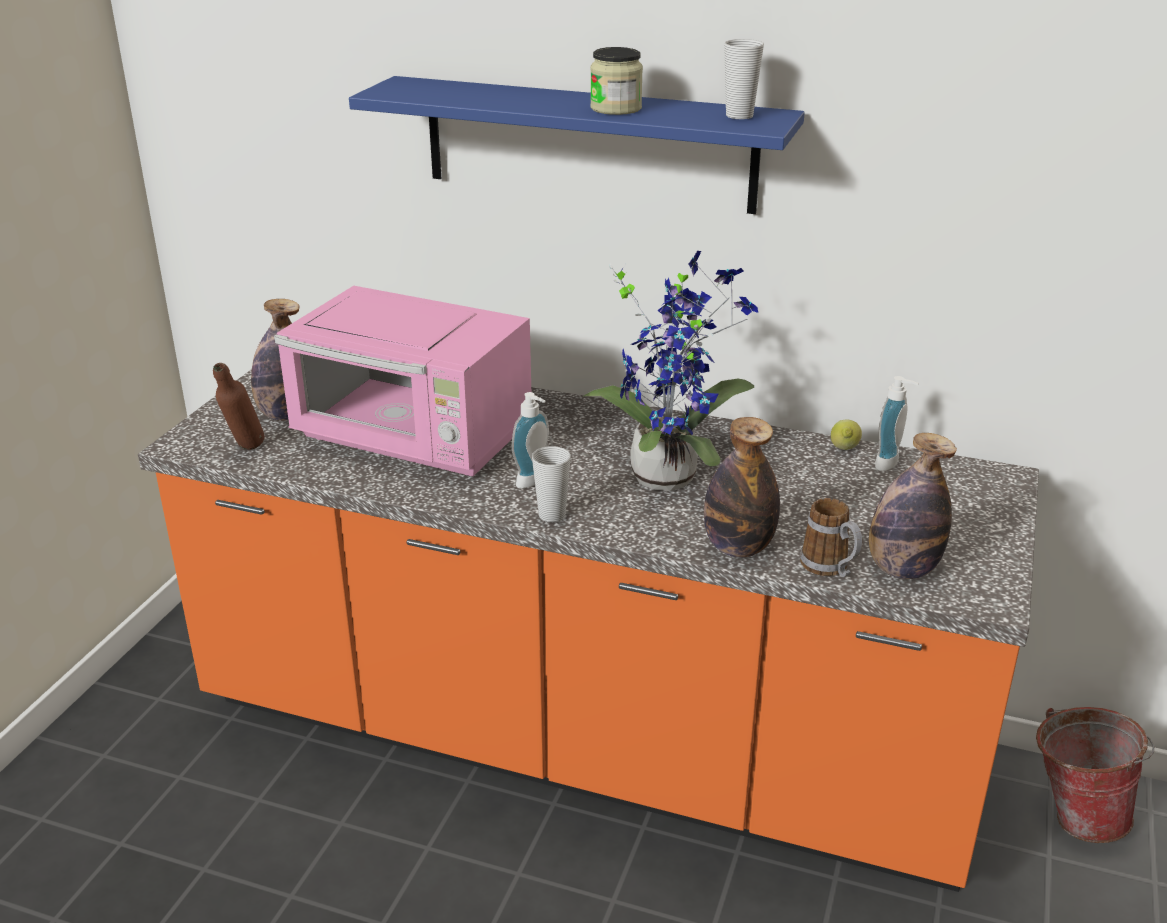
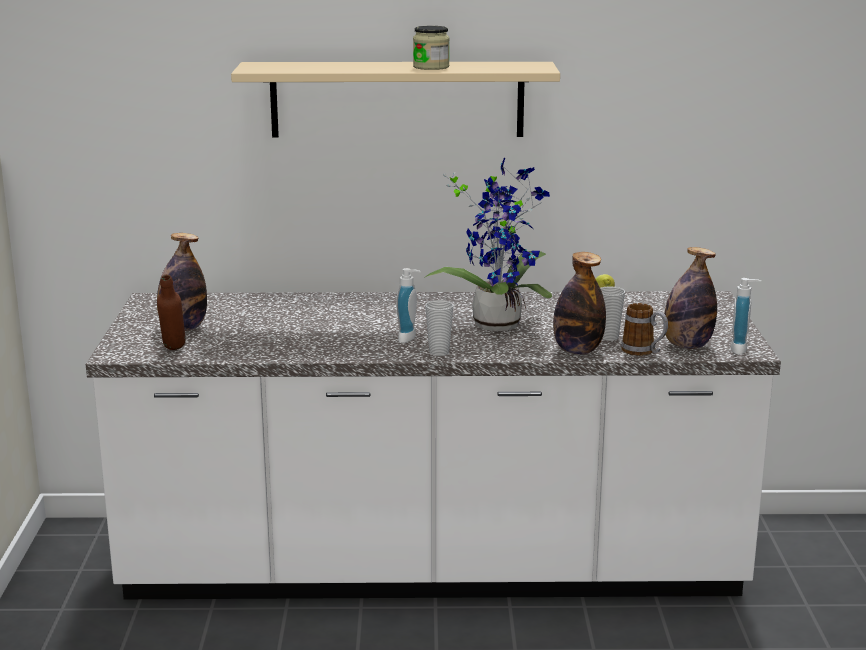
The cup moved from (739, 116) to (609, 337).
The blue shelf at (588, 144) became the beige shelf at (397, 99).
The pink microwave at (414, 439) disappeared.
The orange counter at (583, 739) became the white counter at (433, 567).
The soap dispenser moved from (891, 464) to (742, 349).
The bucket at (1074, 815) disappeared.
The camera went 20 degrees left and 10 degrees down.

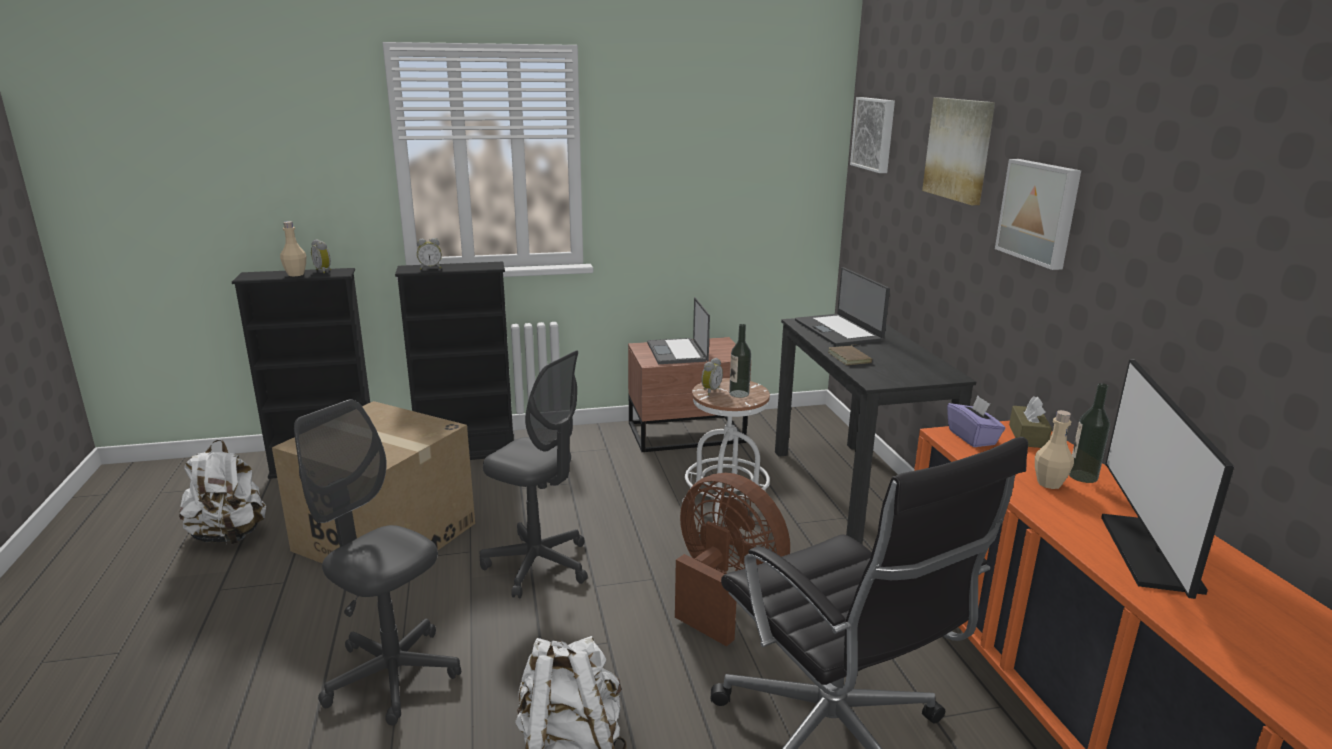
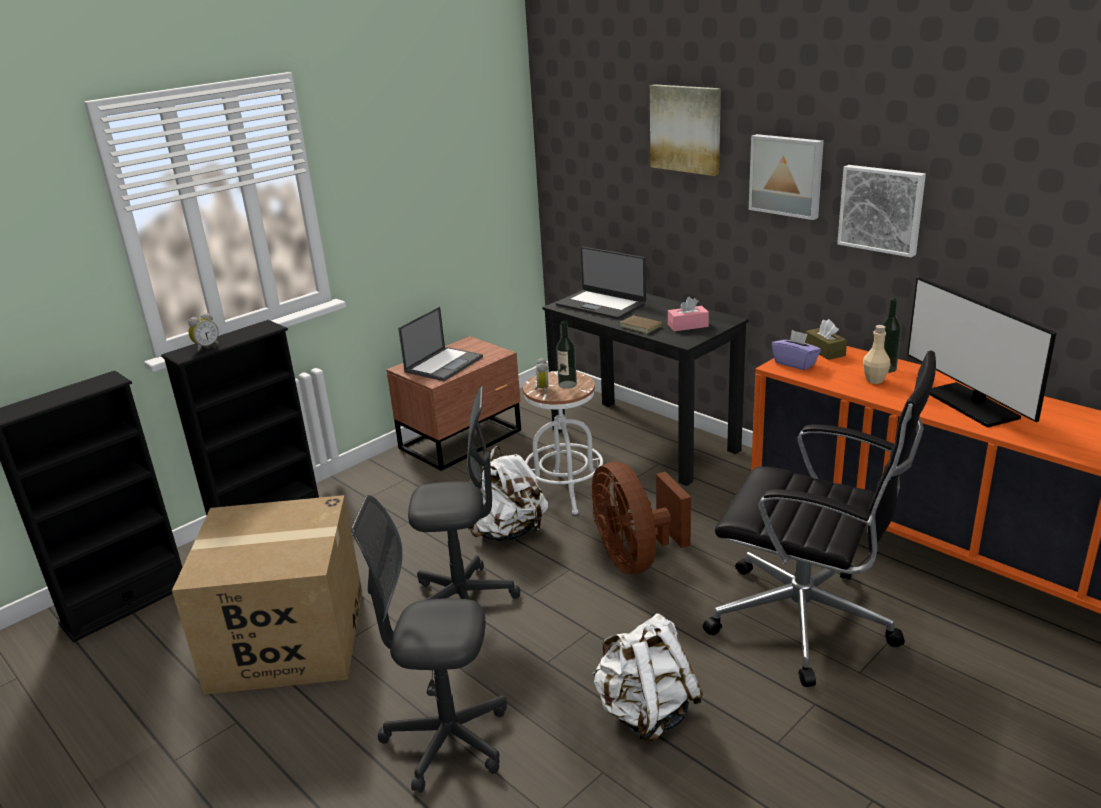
The picture moved from (875, 134) to (881, 209).
The beige bottle at (296, 274) disappeared.
The alarm clock at (324, 271) disappeared.
The laptop at (677, 352) turned 105 degrees counterclockwise.
The white backpack moved from (229, 535) to (509, 532).
The brown fan at (724, 595) turned 120 degrees counterclockwise.
The pink tissue box at (688, 325) appeared.
The camera went 30 degrees left and 5 degrees up.

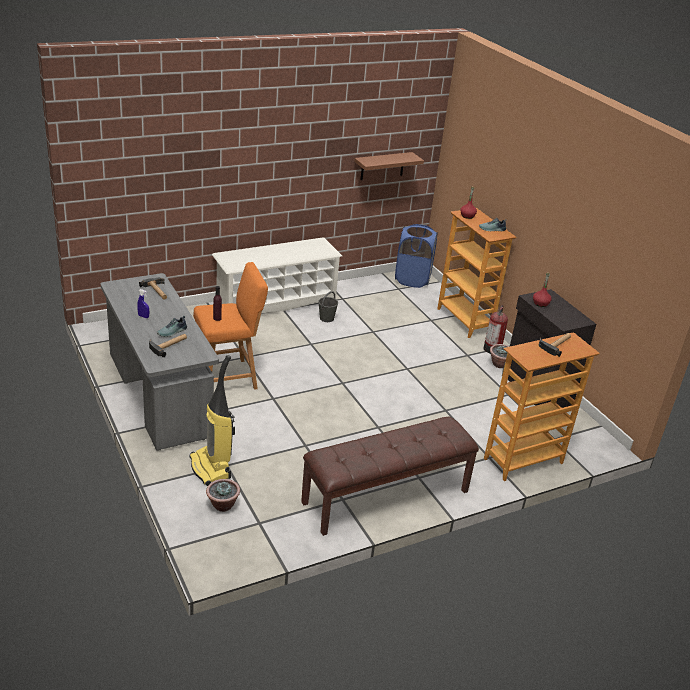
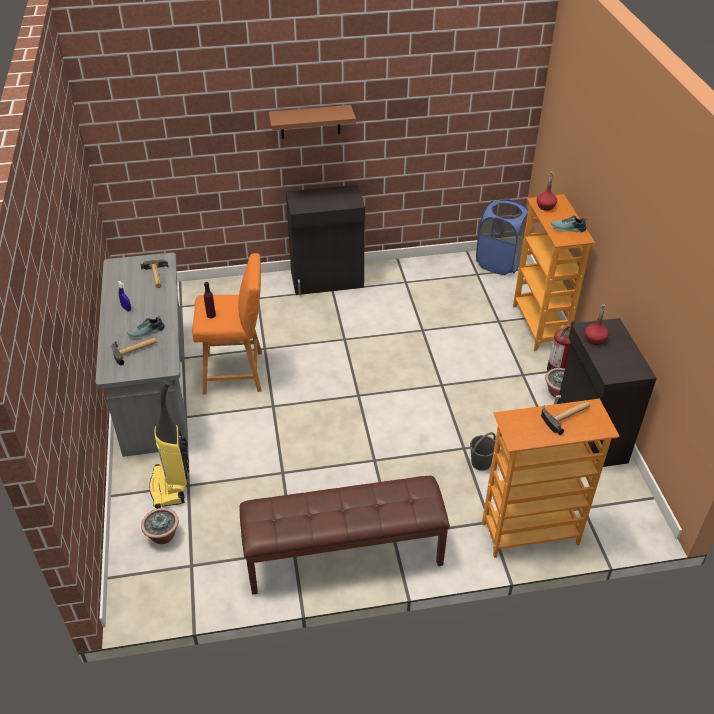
The brown shelf moved from (382, 166) to (310, 122).
The white shoe rack at (275, 302) was replaced by the black cabinet at (328, 280).
The grey bucket moved from (326, 318) to (480, 463).
The camera went 20 degrees right and 10 degrees up.

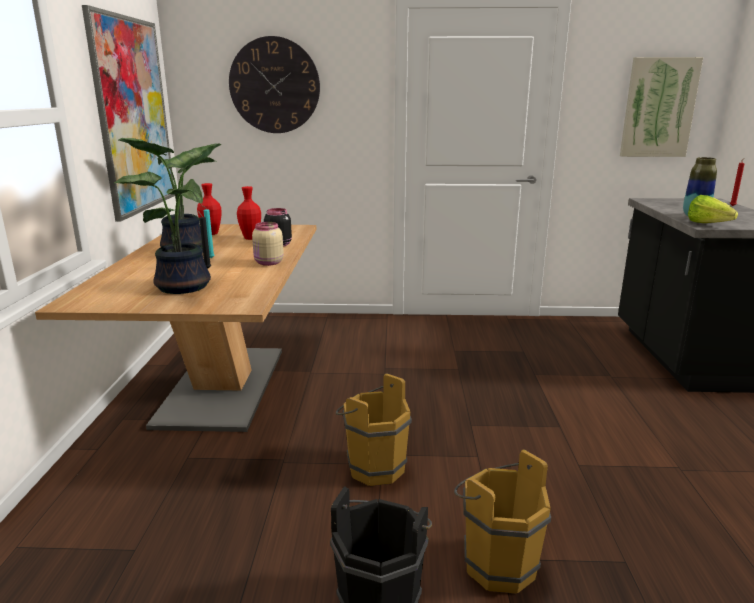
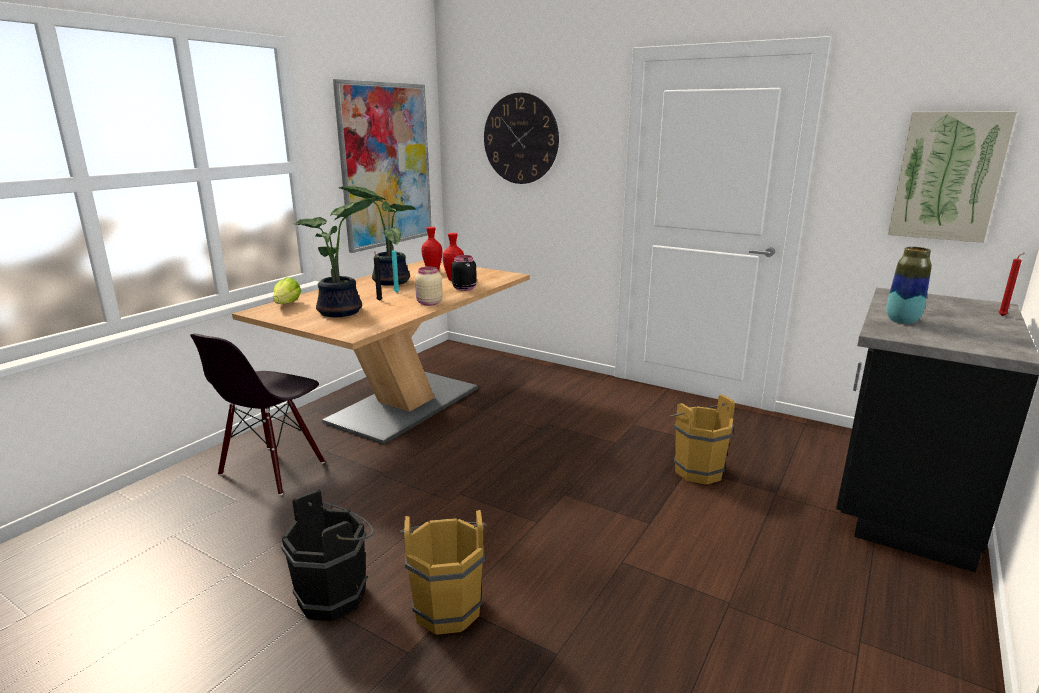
The lettuce moved from (711, 225) to (284, 306).
The brown bucket moved from (372, 466) to (696, 469).
The black chair at (272, 469) appeared.
The camera went 30 degrees right and 0 degrees up.

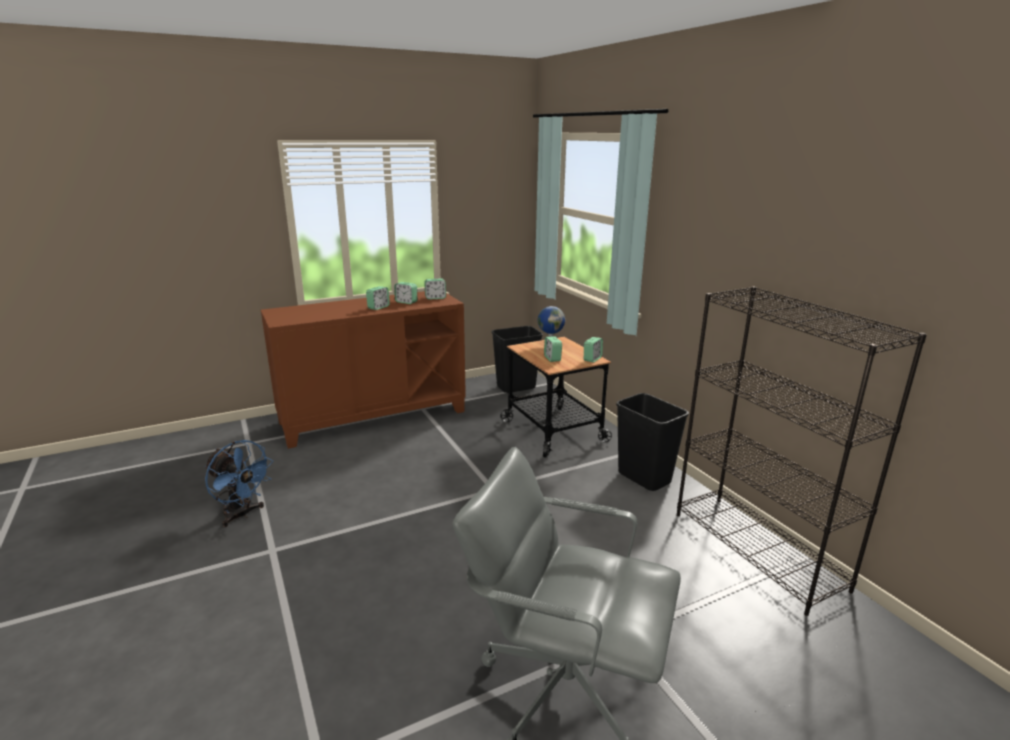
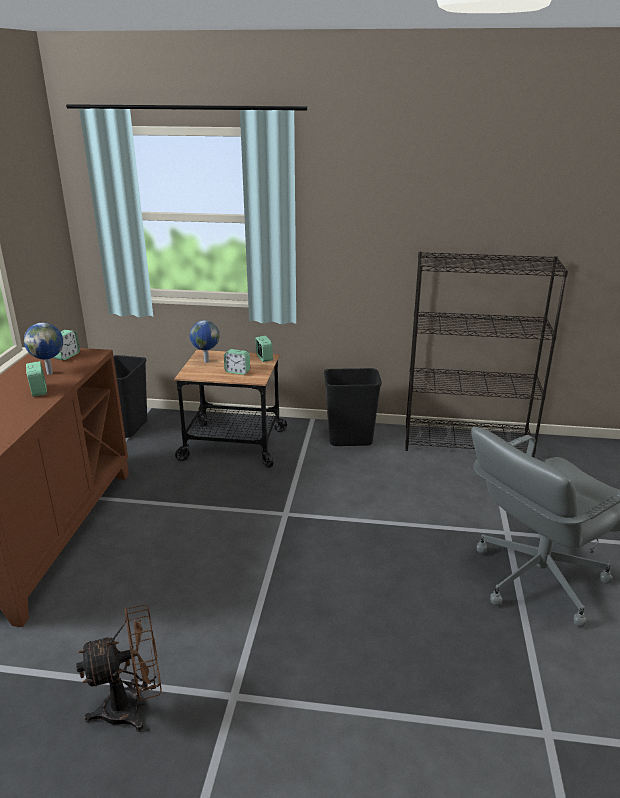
The alarm clock at (406, 302) was replaced by the globe at (50, 373).
The blue fan at (242, 515) became the brown fan at (132, 707).
The camera went 55 degrees left and 5 degrees up.

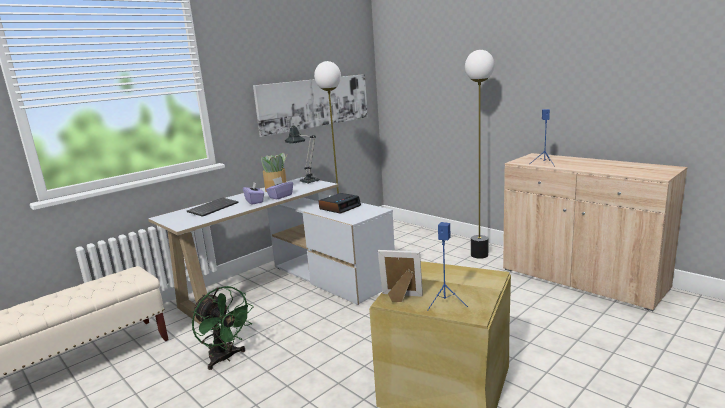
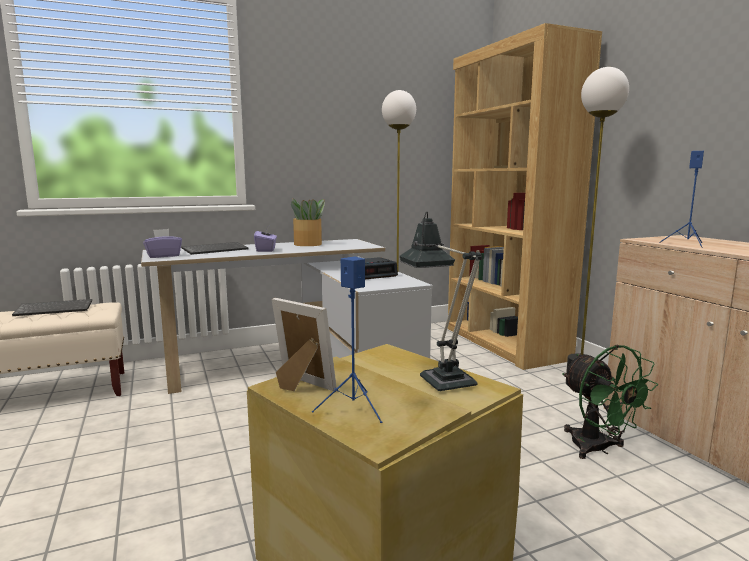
The picture at (315, 103) disappeared.
The table lamp moved from (307, 181) to (441, 377).
The purple tissue box moved from (280, 196) to (163, 256).
The green fan moved from (225, 358) to (598, 449).
The brown bookcase at (504, 343) appeared.
The keyboard at (55, 309) appeared.
The camera went 20 degrees right and 5 degrees down.

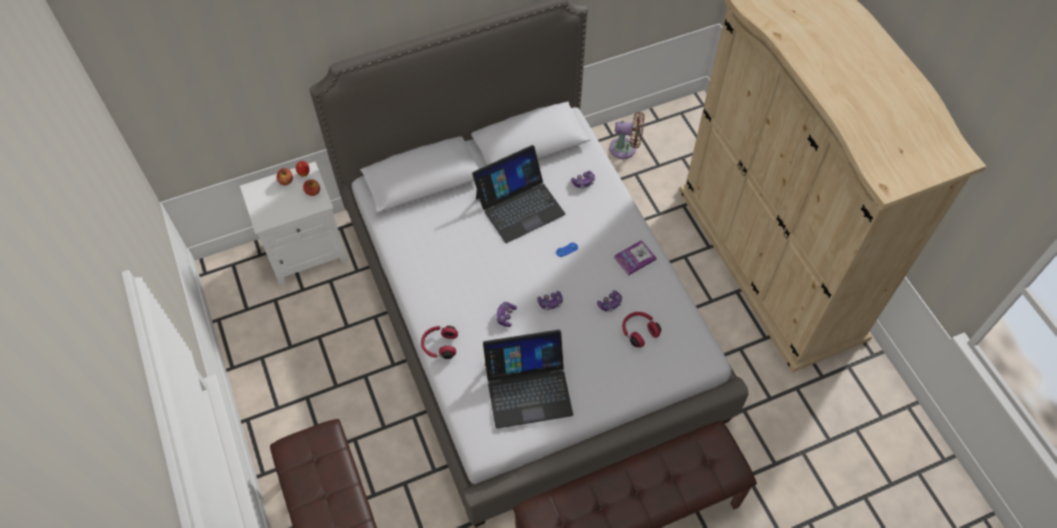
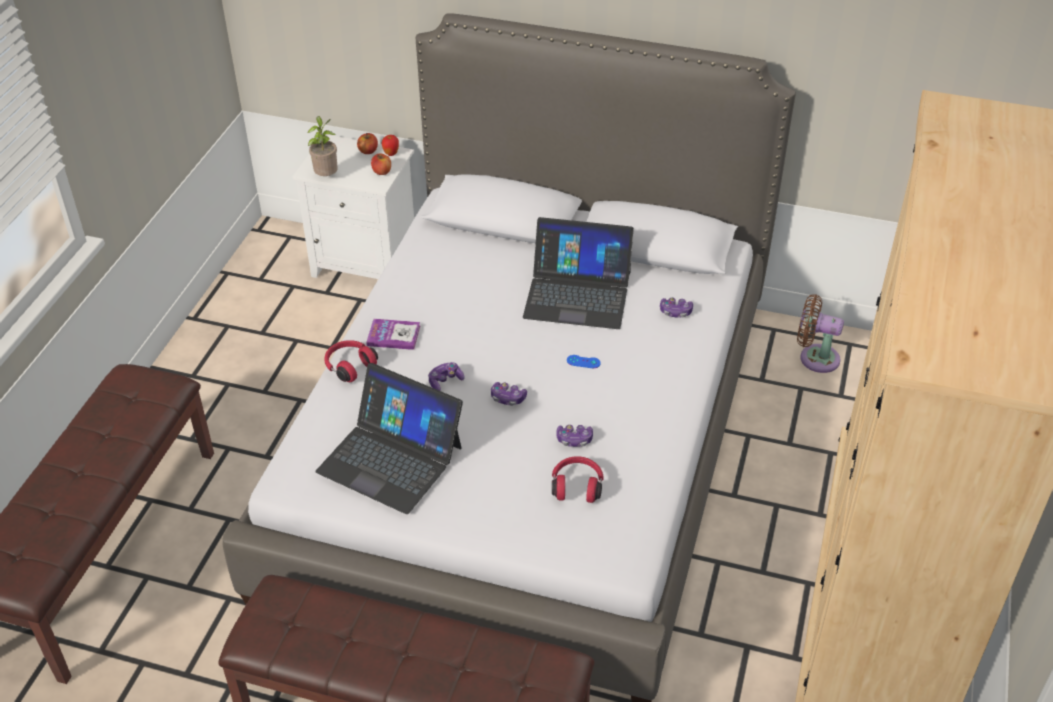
The brown fan at (625, 149) turned 150 degrees clockwise.
The book moved from (634, 258) to (393, 335).
The potted plant at (327, 176) appeared.
The camera went 40 degrees right and 15 degrees down.

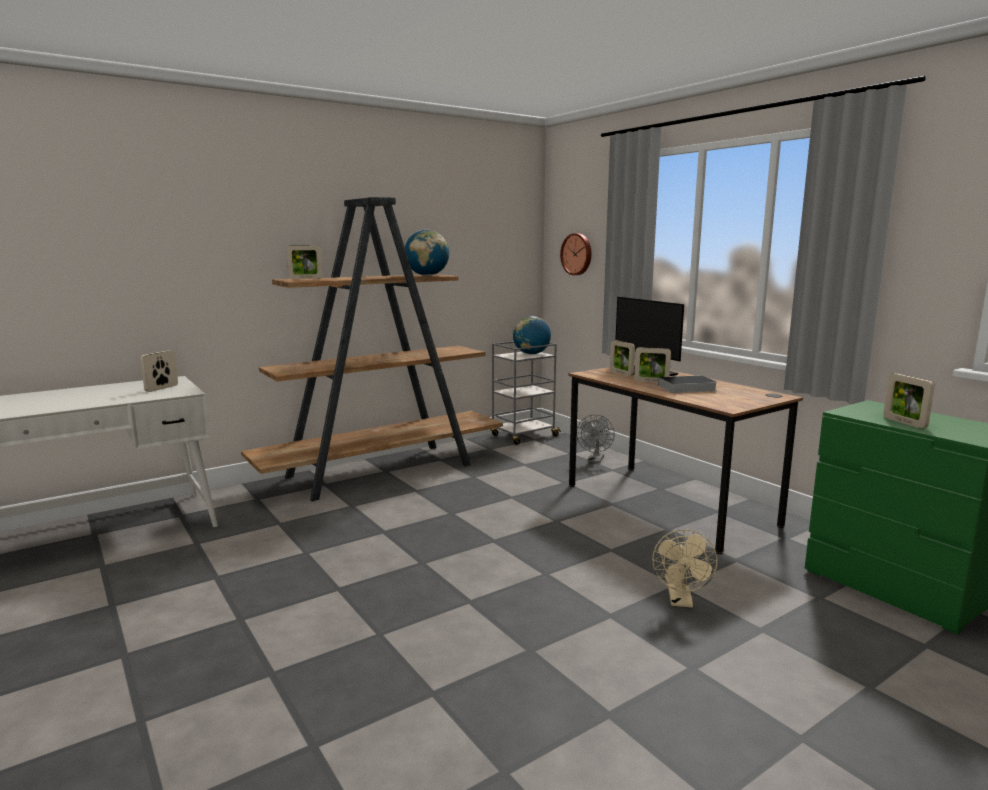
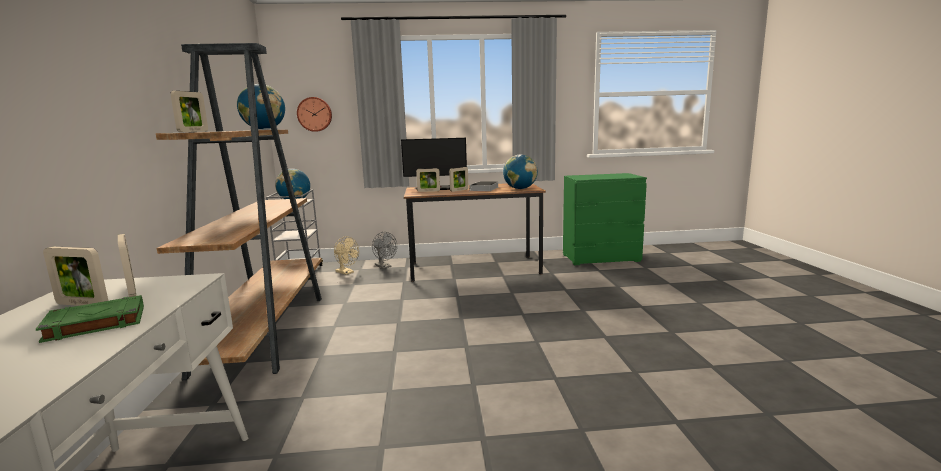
The picture frame moved from (904, 423) to (82, 304).
The beige fan moved from (681, 601) to (347, 272).
The globe at (520, 189) appeared.
The green book at (94, 324) appeared.
The camera went 60 degrees left and 0 degrees up.

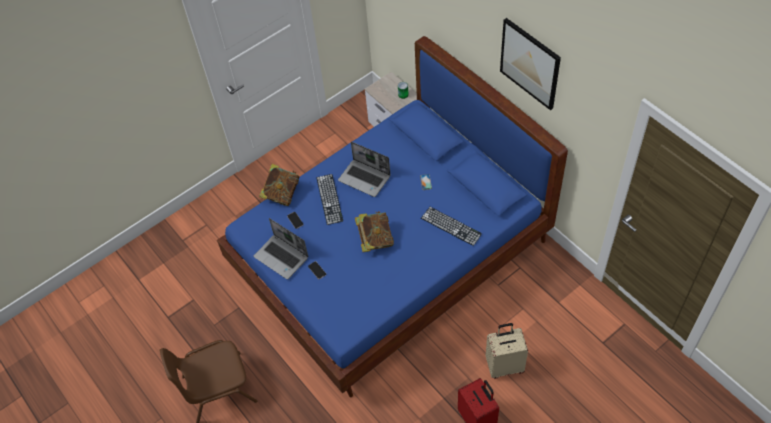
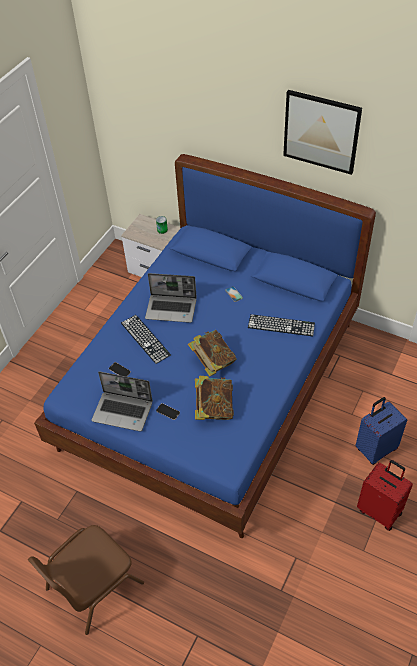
The book moved from (281, 194) to (214, 408).
The beige suitcase at (504, 365) became the blue suitcase at (375, 449).
The camera went 25 degrees left and 5 degrees down.

